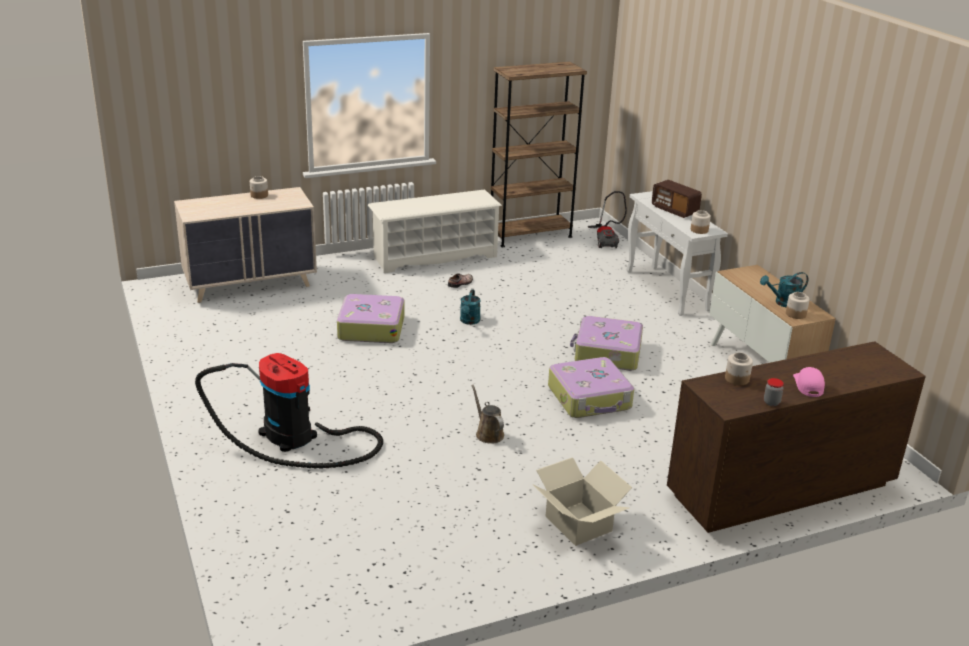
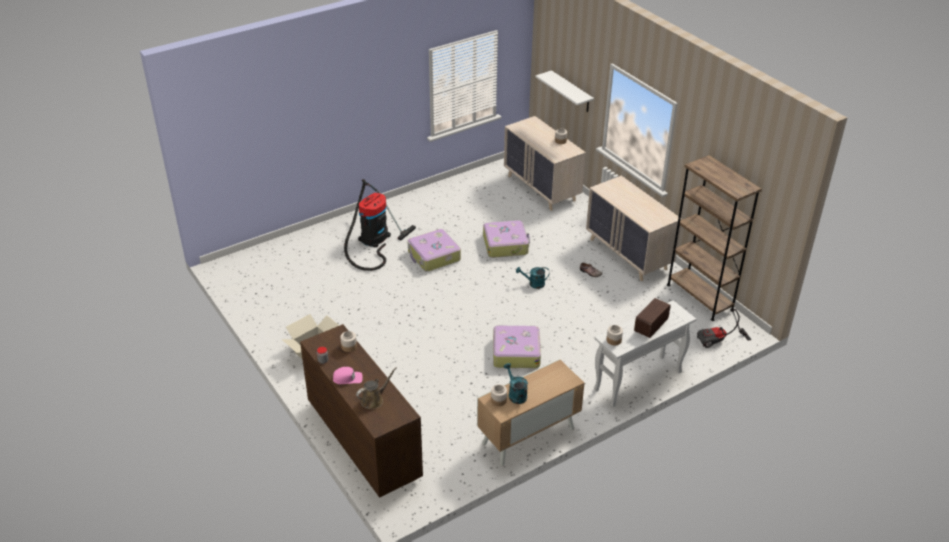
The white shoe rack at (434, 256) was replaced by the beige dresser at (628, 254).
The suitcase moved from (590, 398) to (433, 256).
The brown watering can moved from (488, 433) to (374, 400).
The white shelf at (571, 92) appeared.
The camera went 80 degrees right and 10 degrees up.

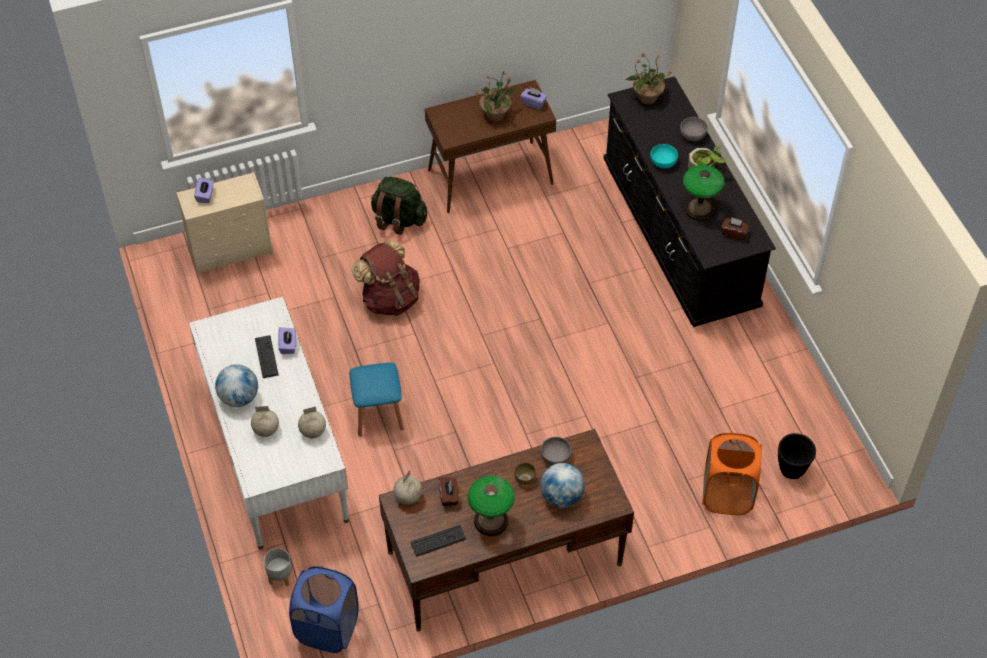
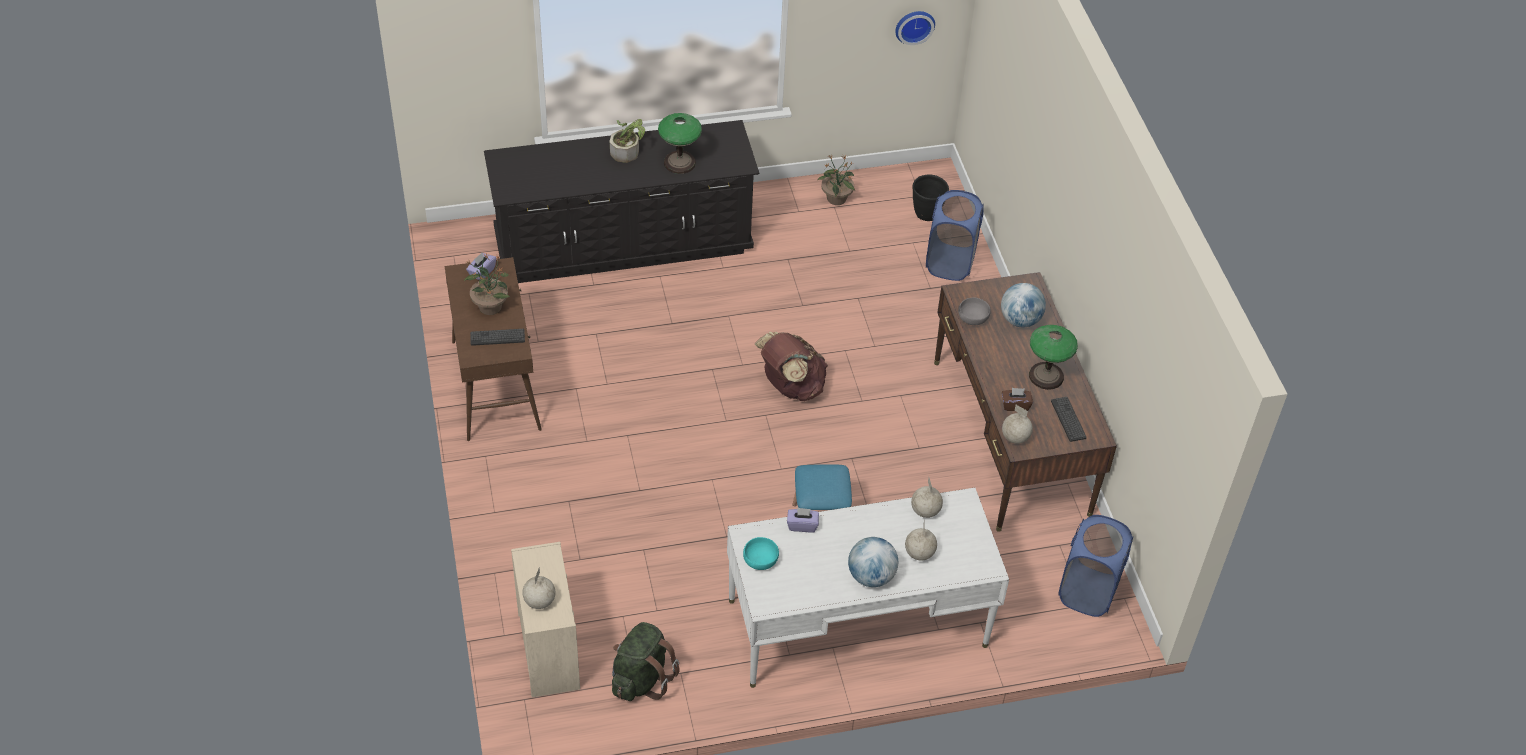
The potted plant moved from (646, 97) to (836, 199).
The grey bowl at (693, 134) disappeared.
The turquoise bowl moved from (663, 162) to (761, 560).
The purple tissue box at (205, 195) was replaced by the globe at (539, 602).
The green backpack moved from (398, 219) to (641, 679).
The brown tissue box at (733, 233) disappeared.
The brown backpack moved from (390, 298) to (791, 386).
The keyboard moved from (266, 357) to (497, 337).
The orange laundry basket at (727, 495) became the blue laundry basket at (950, 263).
The brown bowl at (525, 479) disappeared.
The grey planter at (280, 576) disappeared.
The wall clock at (914, 25) appeared.
The camera went 85 degrees left and 5 degrees down.

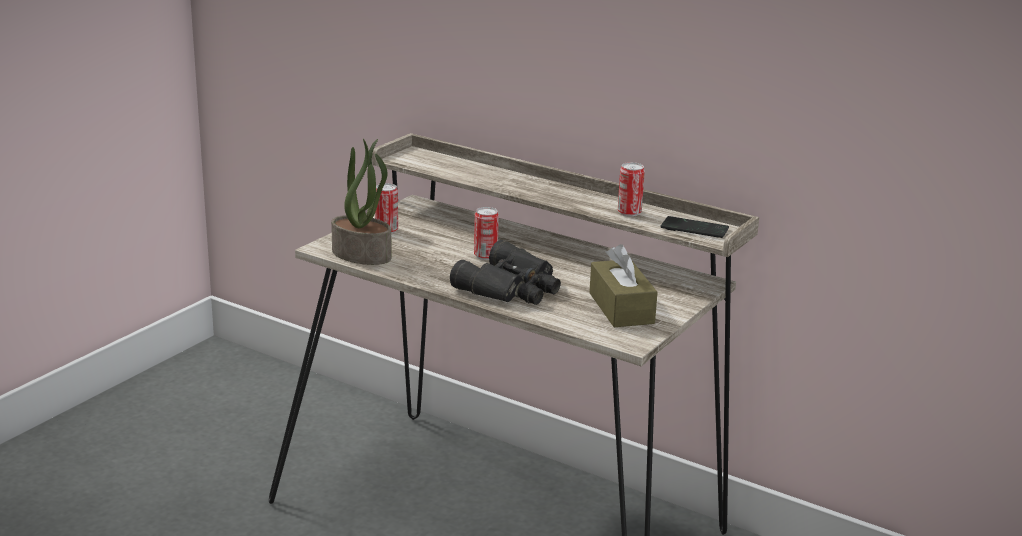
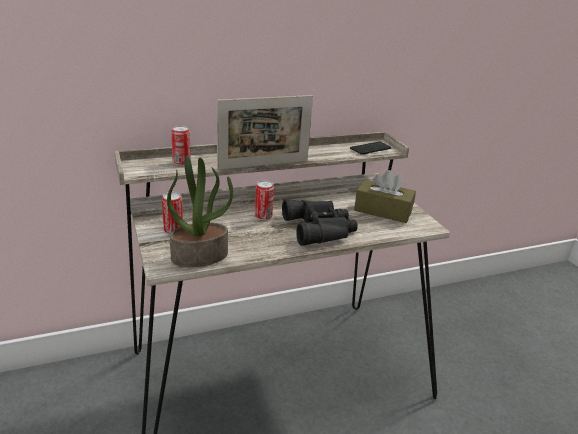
The can moved from (629, 212) to (181, 162).
The picture frame at (263, 165) appeared.
The camera went 55 degrees left and 5 degrees up.

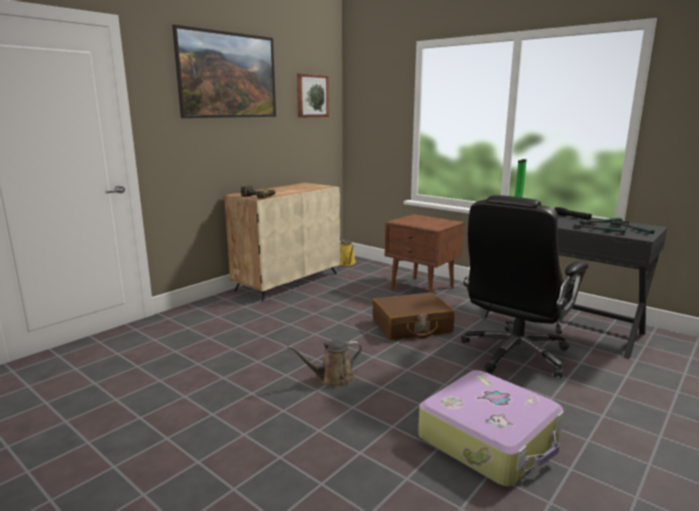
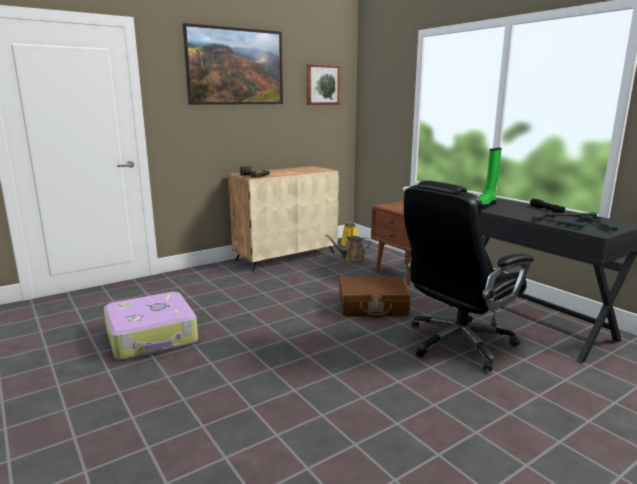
The brown watering can moved from (333, 379) to (352, 259).
The suitcase moved from (490, 439) to (152, 337).
The camera went 15 degrees right and 0 degrees up.

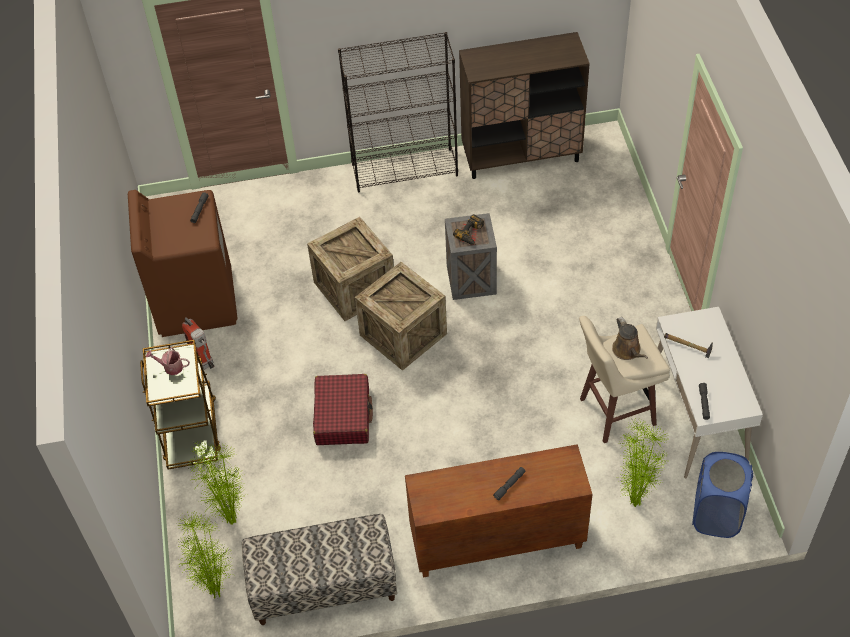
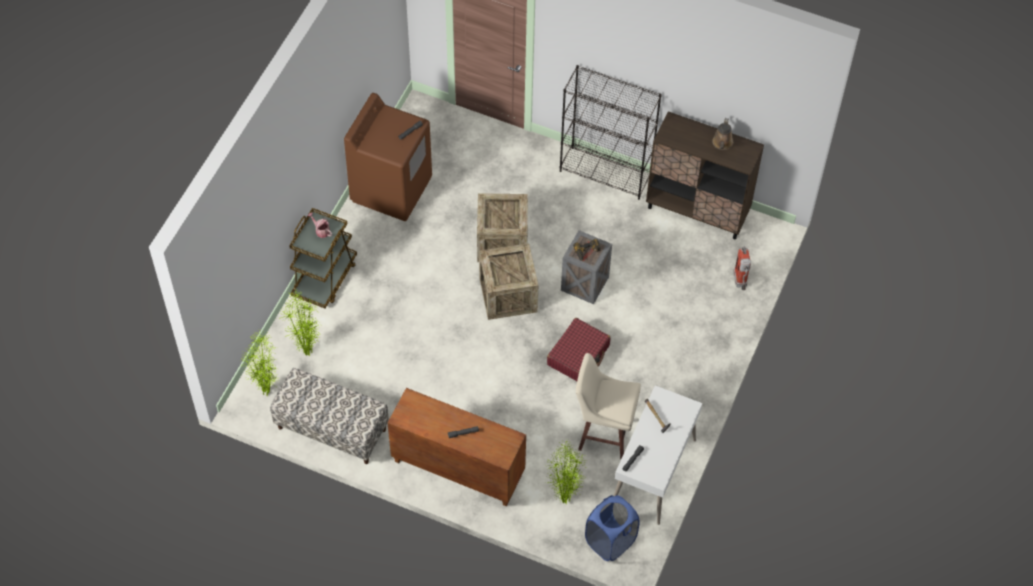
The fire extinguisher moved from (205, 363) to (740, 283).
The brown watering can moved from (627, 351) to (722, 143).
The red suitcase moved from (343, 416) to (578, 355).
The camera went 30 degrees right and 5 degrees up.

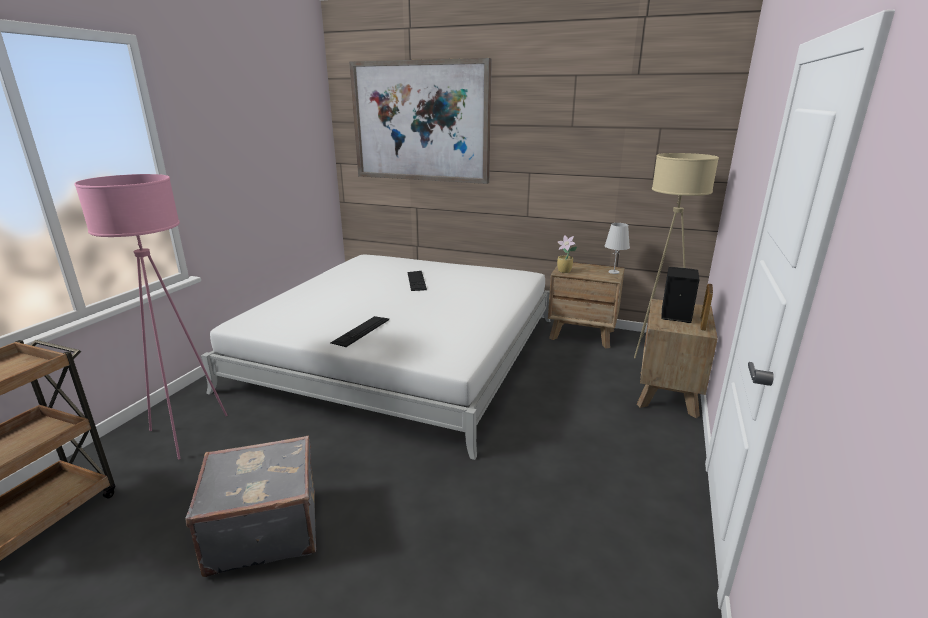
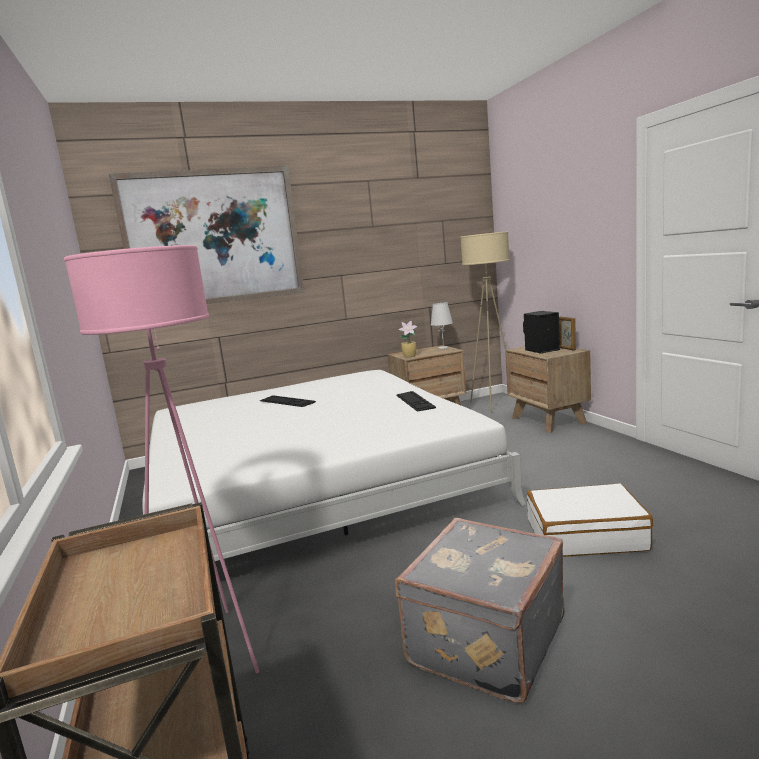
The keyboard moved from (361, 331) to (414, 401).
The white suitcase at (585, 535) appeared.
The camera went 40 degrees left and 10 degrees down.

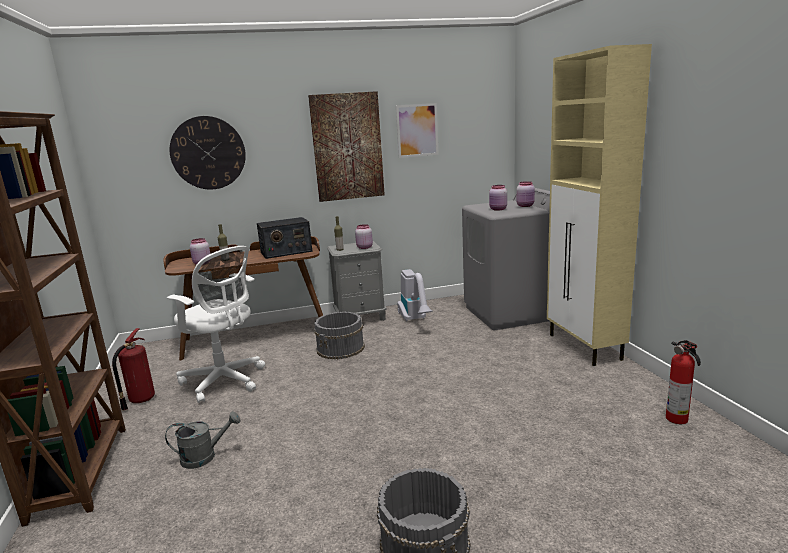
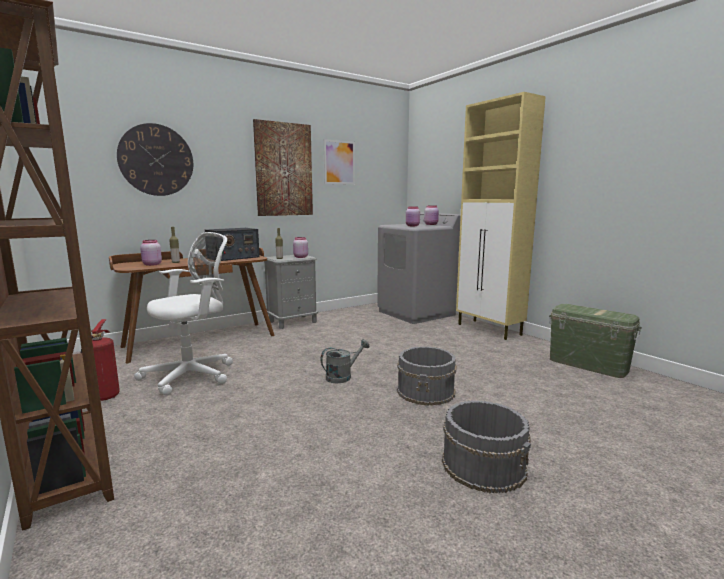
The white office chair at (225, 381) turned 60 degrees counterclockwise.
The vacuum cleaner at (415, 320) disappeared.
The grey bucket moved from (341, 348) to (426, 391).
The fire extinguisher at (678, 419) was replaced by the green storage box at (588, 364).
The grey watering can moved from (205, 457) to (342, 376).
The camera went 20 degrees left and 5 degrees down.

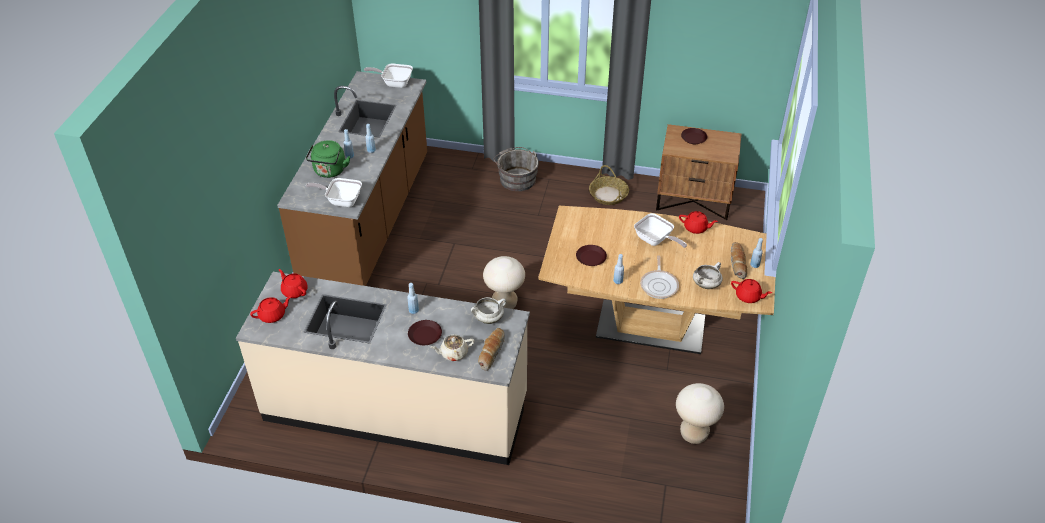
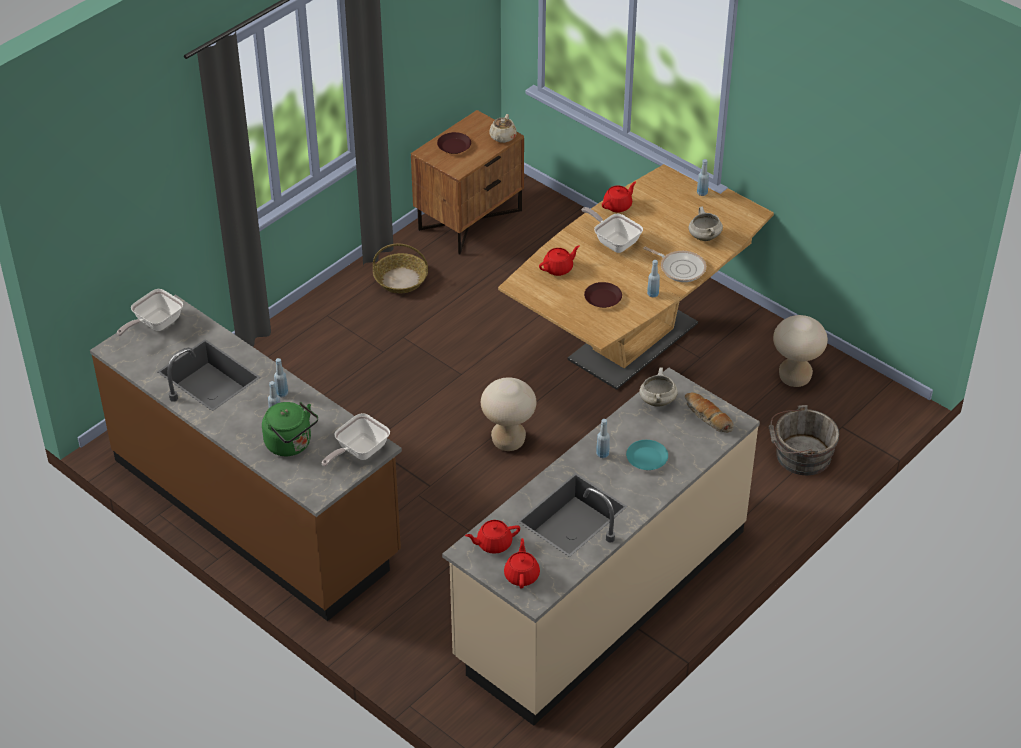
The grey bucket moved from (516, 178) to (799, 455).
The frying pan at (655, 241) turned 120 degrees counterclockwise.
The bread at (737, 263) disappeared.
The red teapot moved from (748, 297) to (558, 268).
The brown plate at (425, 335) became the turquoise plate at (646, 458).
The beige teapot moved from (453, 353) to (502, 137).
The camera went 60 degrees left and 0 degrees up.

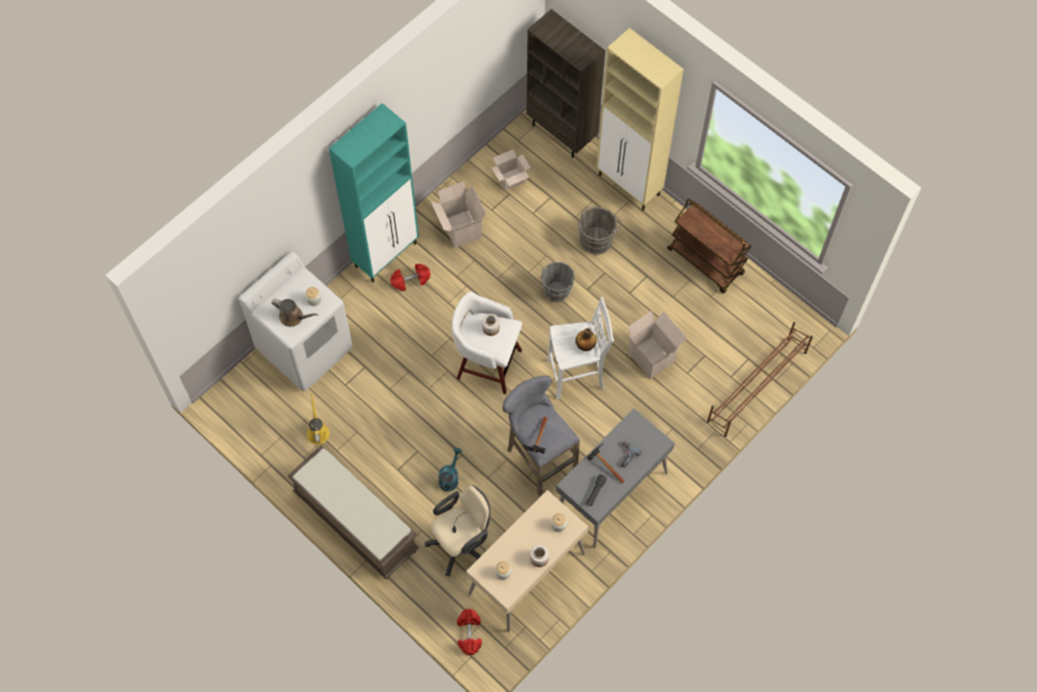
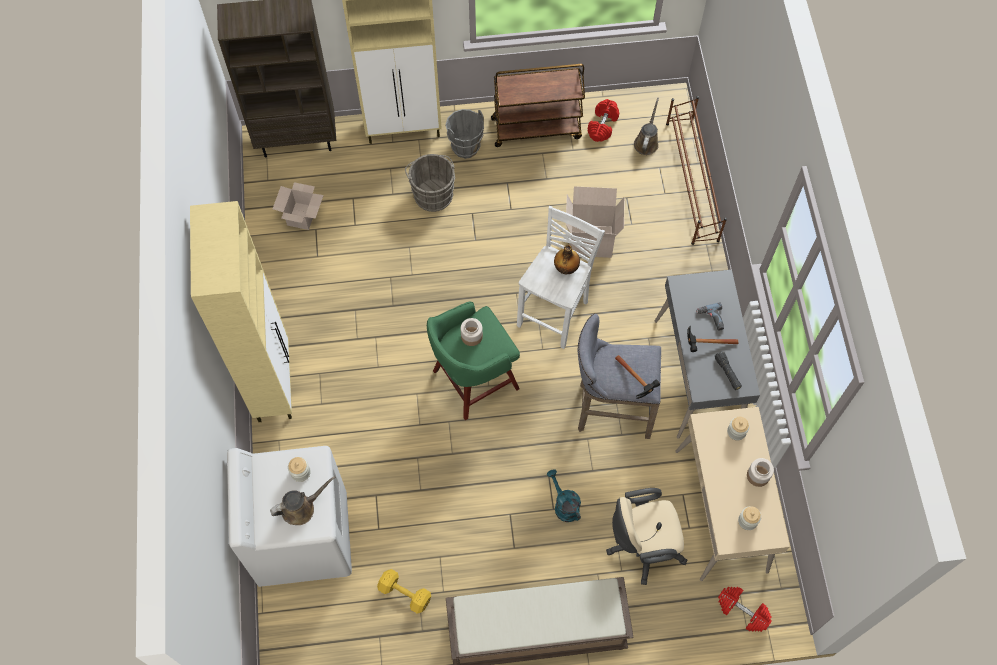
The turquoise cabinet at (386, 254) became the beige cabinet at (274, 383).
The cardboard box at (460, 229) disappeared.
The grey bucket moved from (557, 292) to (465, 147).
The red dumbbell moved from (410, 281) to (602, 126).
The white stool at (487, 363) became the green stool at (473, 381).
The yellow watering can at (317, 431) was replaced by the yellow dumbbell at (405, 594).
The beige office chair at (462, 543) turned 105 degrees counterclockwise.
The brown watering can at (646, 142) appeared.
The camera went 50 degrees left and 0 degrees up.

